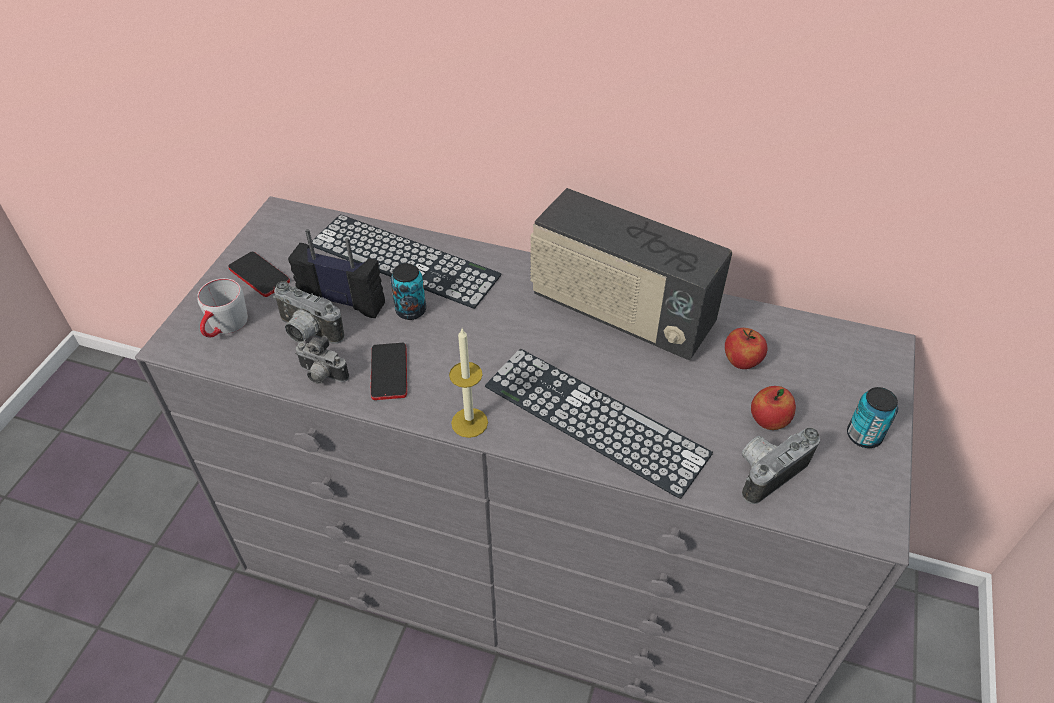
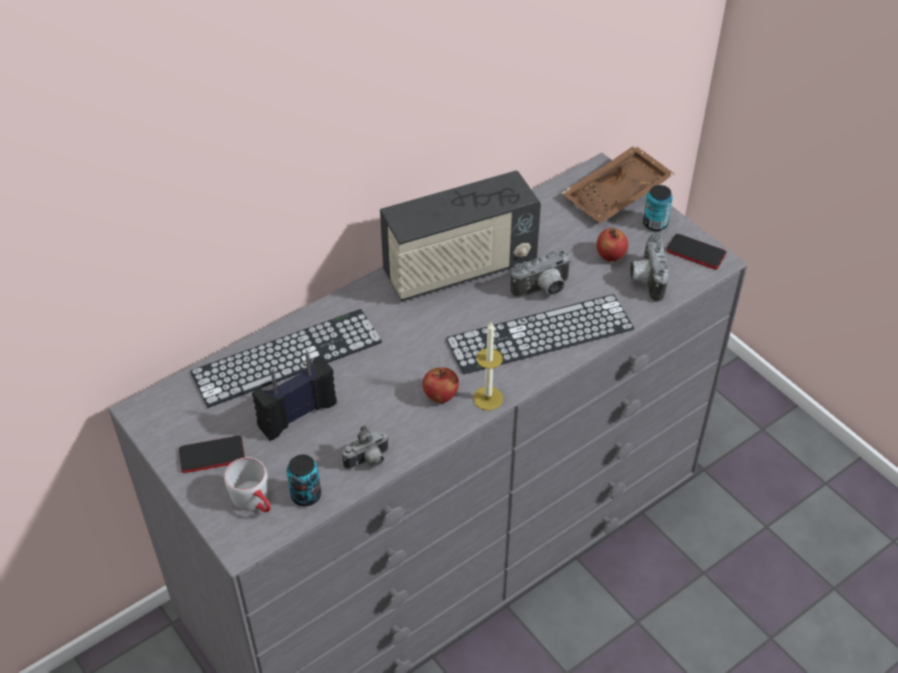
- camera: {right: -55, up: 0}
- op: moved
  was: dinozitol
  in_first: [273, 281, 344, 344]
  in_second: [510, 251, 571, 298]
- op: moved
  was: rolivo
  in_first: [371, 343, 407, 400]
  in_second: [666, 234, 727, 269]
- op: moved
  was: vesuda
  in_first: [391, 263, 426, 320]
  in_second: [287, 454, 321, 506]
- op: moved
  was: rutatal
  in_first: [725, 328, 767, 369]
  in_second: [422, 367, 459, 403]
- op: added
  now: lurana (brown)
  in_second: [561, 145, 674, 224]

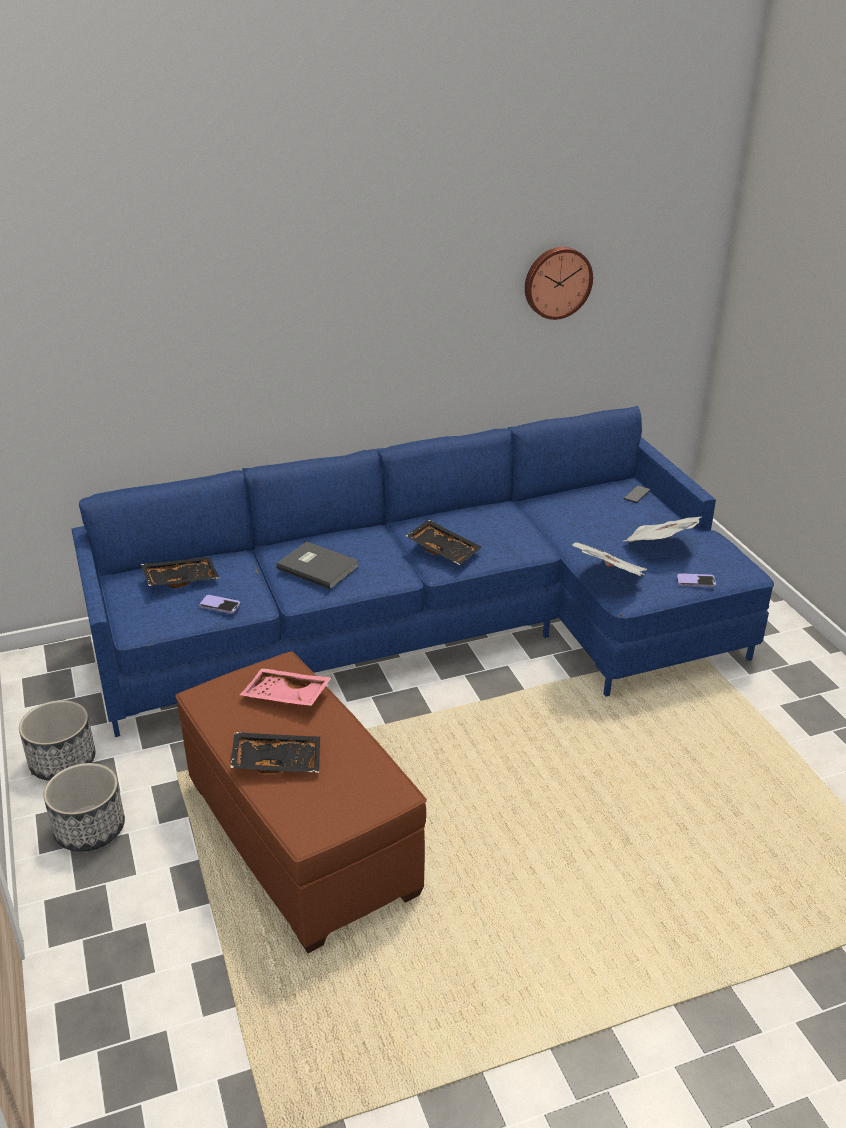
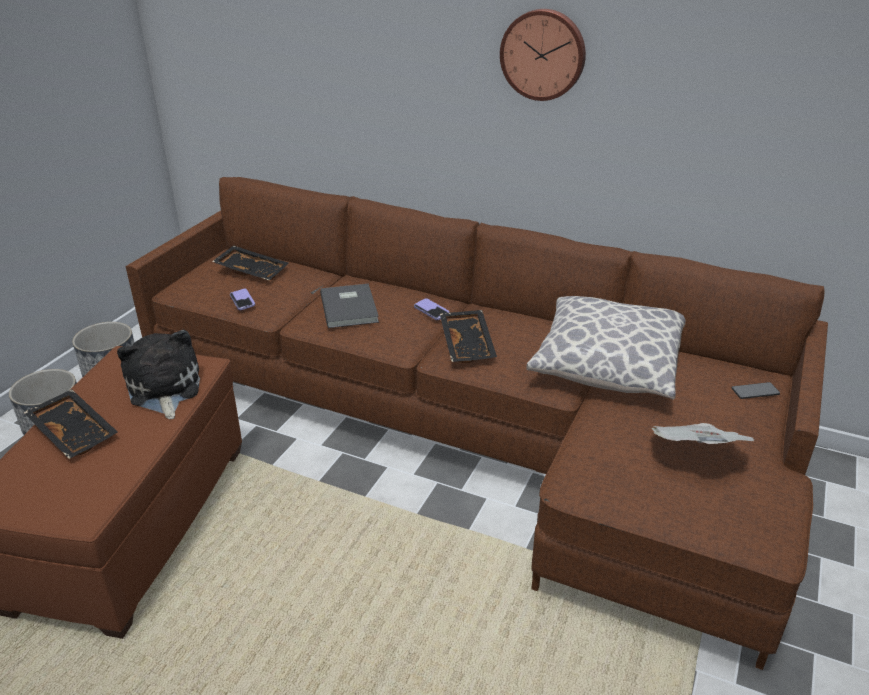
- camera: {right: 45, up: 0}
- op: recoloured
  was: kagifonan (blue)
  now: kagifonan (brown)
  in_first: [72, 406, 774, 737]
  in_second: [126, 177, 828, 670]
- op: replaced
  was: lurana (pink)
  now: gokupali
  in_first: [240, 668, 331, 706]
  in_second: [117, 330, 200, 419]
- op: moved
  was: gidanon
  in_first: [525, 247, 593, 320]
  in_second: [500, 9, 586, 101]
- op: removed
  was: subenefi
  in_first: [573, 542, 647, 576]
- op: moved
  was: rolivo
  in_first: [677, 573, 716, 587]
  in_second: [414, 298, 450, 320]
- op: added
  now: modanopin
  in_second: [526, 296, 686, 400]

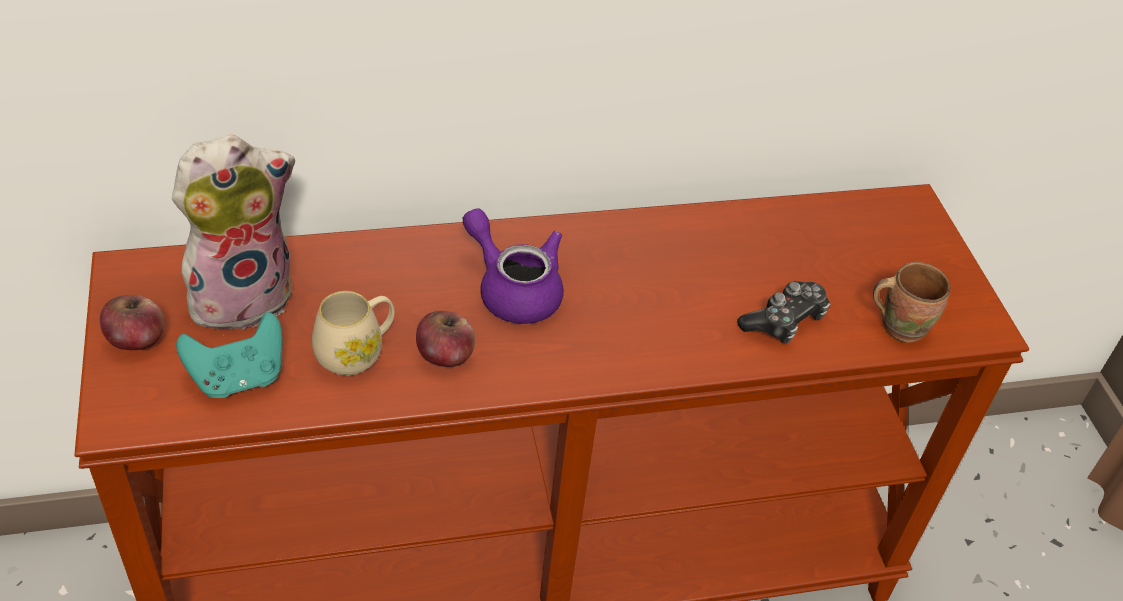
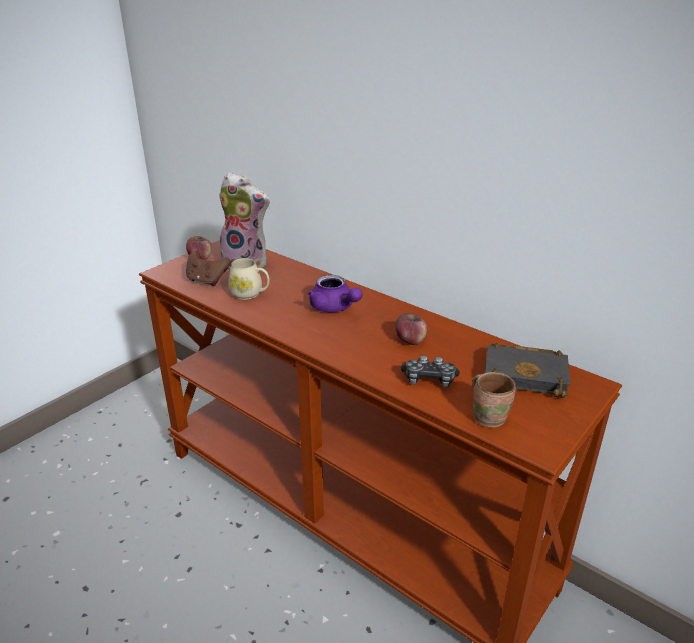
- camera: {right: 55, up: -15}
- op: recoloured
  was: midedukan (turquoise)
  now: midedukan (brown)
  in_first: [176, 312, 283, 398]
  in_second: [186, 250, 230, 286]
- op: moved
  was: rutatal
  in_first: [416, 311, 476, 367]
  in_second: [395, 313, 427, 345]
- op: turned
  was: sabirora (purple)
  in_first: [463, 208, 564, 324]
  in_second: [308, 275, 362, 312]
  clockwise: 135
- op: added
  now: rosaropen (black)
  in_second: [485, 343, 571, 398]

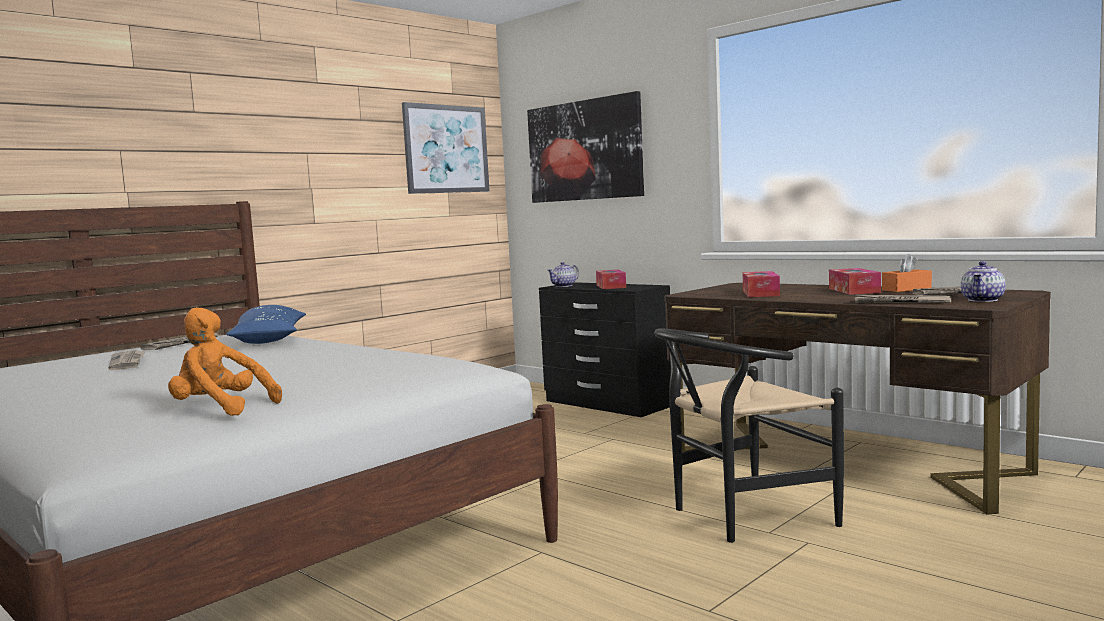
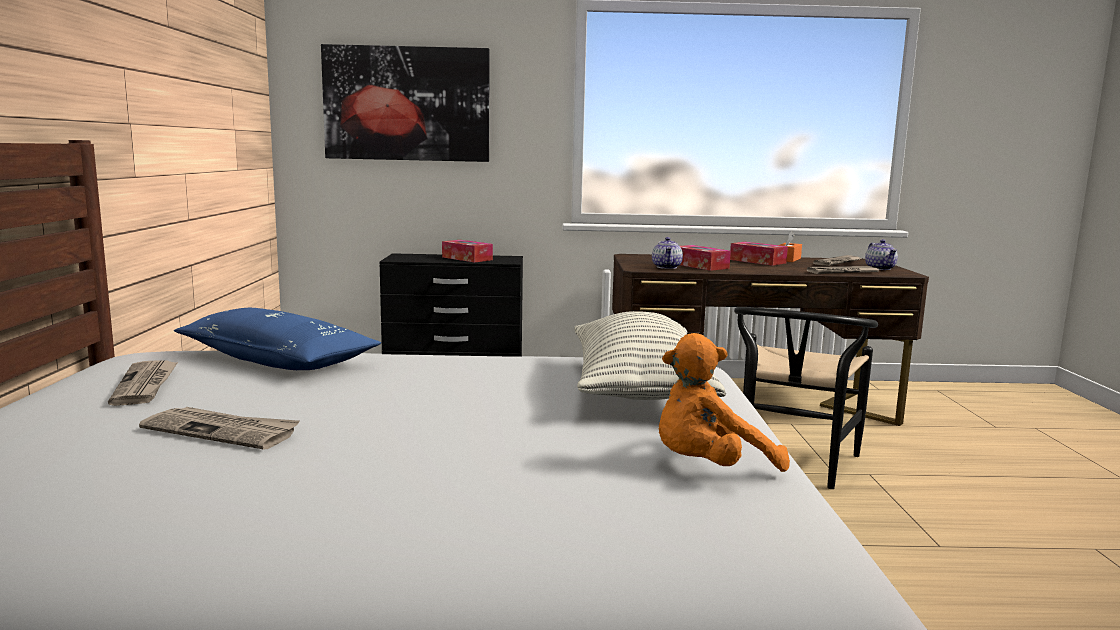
- camera: {right: -45, up: 5}
- op: removed
  was: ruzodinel
  in_first: [402, 102, 490, 194]
- op: moved
  was: sabirora
  in_first: [547, 262, 579, 287]
  in_second: [652, 237, 683, 269]
- op: added
  now: modanopin
  in_second: [574, 311, 726, 400]

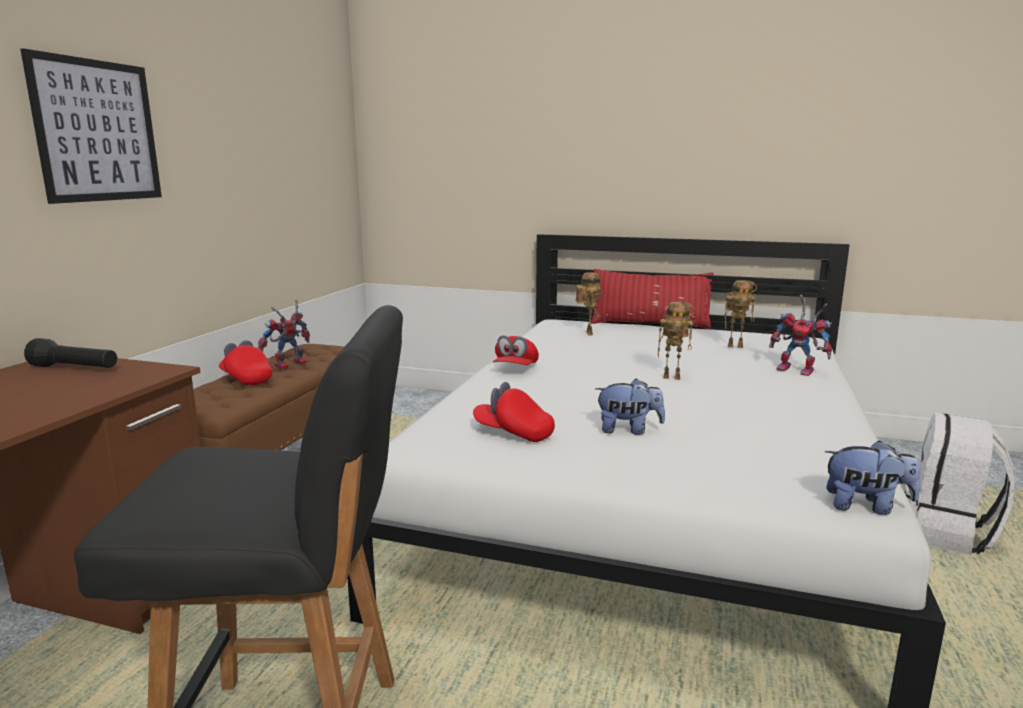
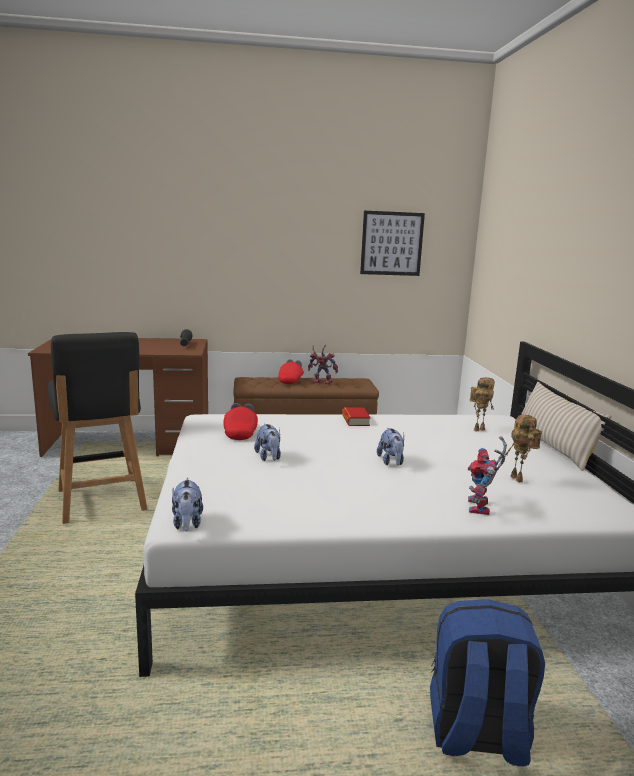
- camera: {right: 65, up: 0}
- op: moved
  was: ruzodinel
  in_first: [20, 48, 162, 204]
  in_second: [360, 211, 425, 276]
- op: replaced
  was: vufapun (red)
  now: rosaropen
  in_first: [493, 335, 539, 365]
  in_second: [342, 407, 371, 426]
- op: recoloured
  was: modanopin (red)
  now: modanopin (beige)
  in_first: [591, 269, 713, 329]
  in_second: [521, 382, 612, 471]
- op: replaced
  was: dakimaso
  now: gokupali
  in_first: [658, 301, 695, 380]
  in_second: [377, 428, 405, 466]
- op: recoloured
  was: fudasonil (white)
  now: fudasonil (blue)
  in_first: [904, 412, 1015, 555]
  in_second: [430, 599, 545, 766]

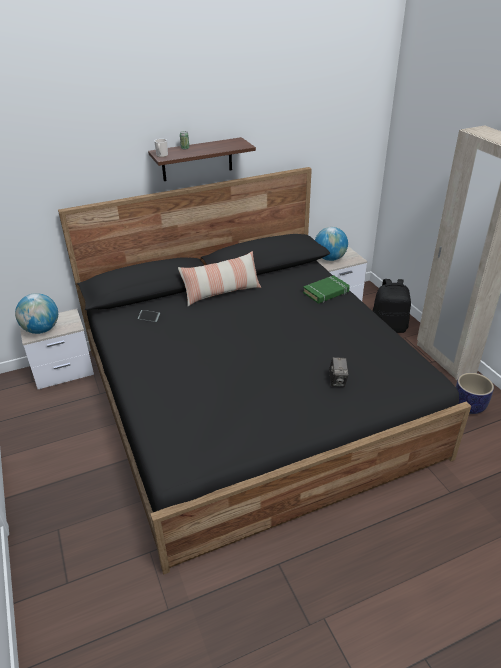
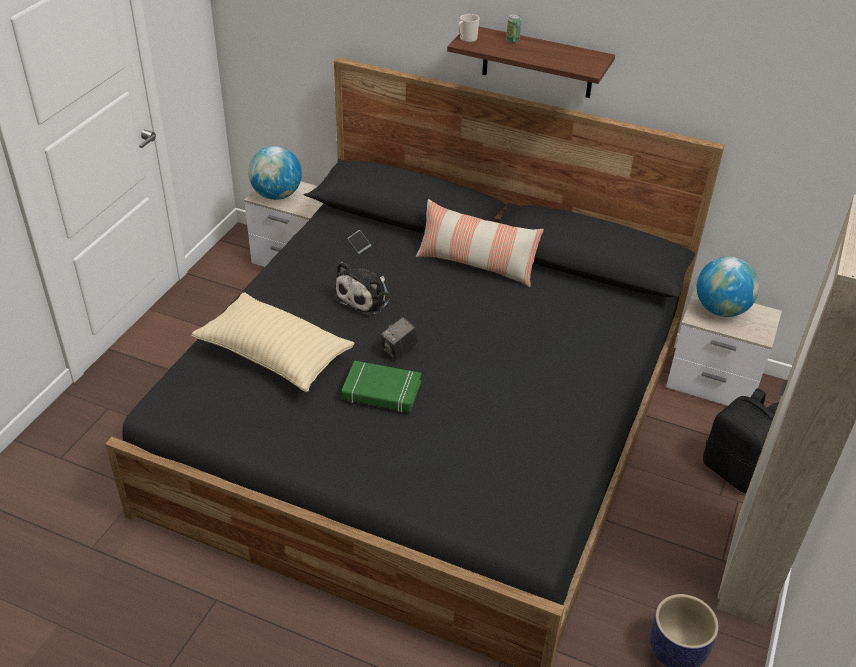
- camera: {right: 45, up: 5}
- op: moved
  was: rosaropen (green)
  in_first: [303, 275, 350, 304]
  in_second: [342, 361, 422, 412]
- op: moved
  was: dinozitol
  in_first: [329, 357, 349, 387]
  in_second: [381, 317, 418, 360]
- op: added
  now: modanopin (beige)
  in_second: [191, 292, 355, 392]
- op: added
  now: gokupali
  in_second: [333, 262, 391, 316]

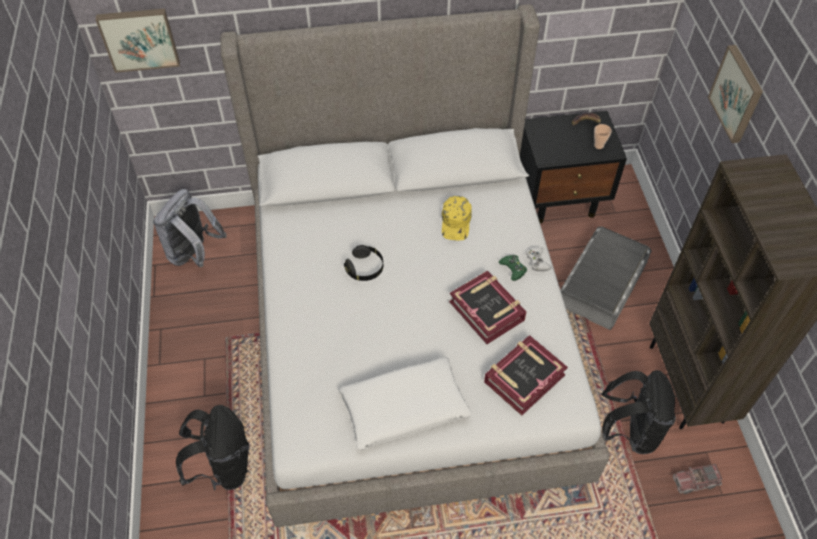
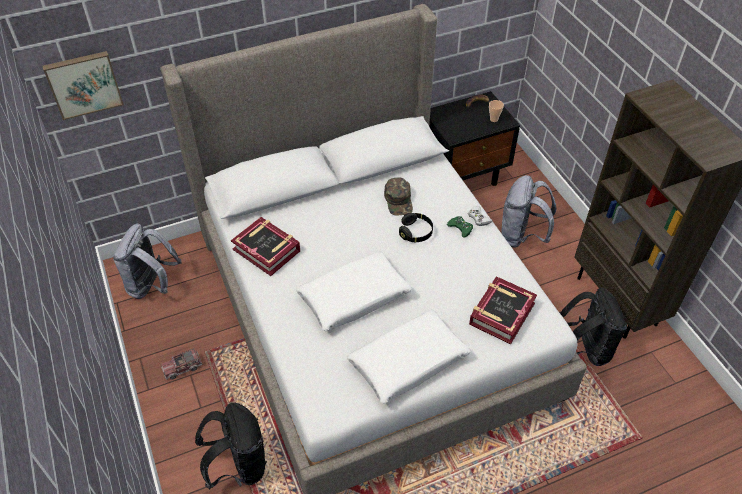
- camera: {right: -15, up: -5}
- op: moved
  was: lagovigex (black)
  in_first: [344, 245, 383, 281]
  in_second: [399, 213, 433, 242]
- op: recoloured
  was: vufapun (yellow)
  now: vufapun (green)
  in_first: [442, 196, 472, 240]
  in_second: [384, 177, 413, 215]
- op: moved
  was: rosaropen
  in_first: [449, 271, 526, 344]
  in_second: [231, 217, 300, 276]
- op: replaced
  was: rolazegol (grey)
  now: fudasonil (grey)
  in_first: [560, 226, 652, 330]
  in_second: [502, 175, 556, 248]
- op: moved
  was: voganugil
  in_first: [673, 464, 722, 494]
  in_second: [161, 348, 203, 380]
- op: removed
  was: ruzodinel
  in_first: [708, 45, 763, 143]
- op: added
  now: modanopin (white)
  in_second: [296, 251, 412, 331]

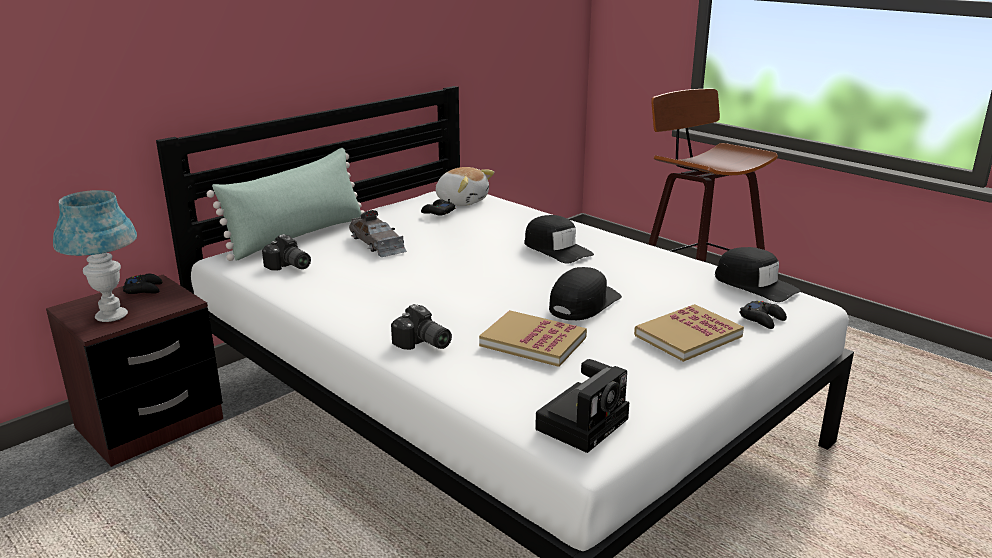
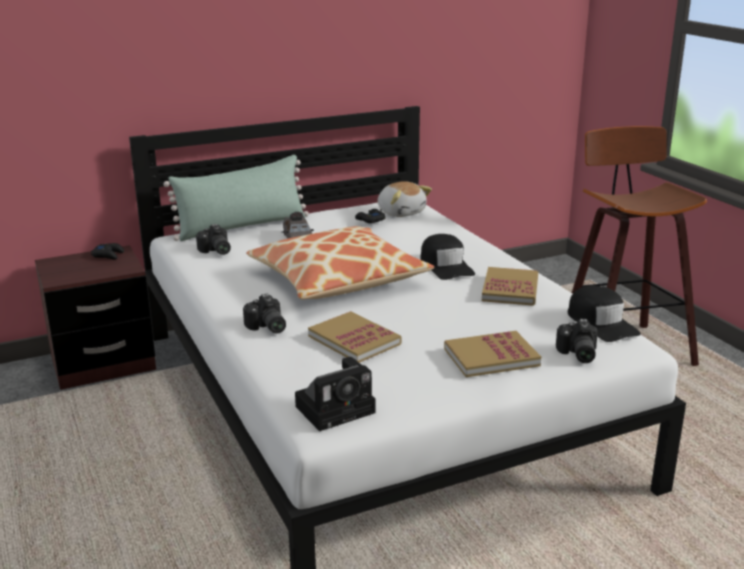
- camera: {right: 20, up: 0}
- op: removed
  was: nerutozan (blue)
  in_first: [53, 190, 137, 322]
- op: removed
  was: vufapun (black)
  in_first: [549, 267, 622, 320]
- op: replaced
  was: midedukan (black)
  now: dinozitol
  in_first: [739, 301, 787, 329]
  in_second: [556, 319, 598, 363]
- op: added
  now: modanopin
  in_second: [246, 226, 434, 299]
- op: added
  now: rosaropen
  in_second: [482, 267, 538, 306]

